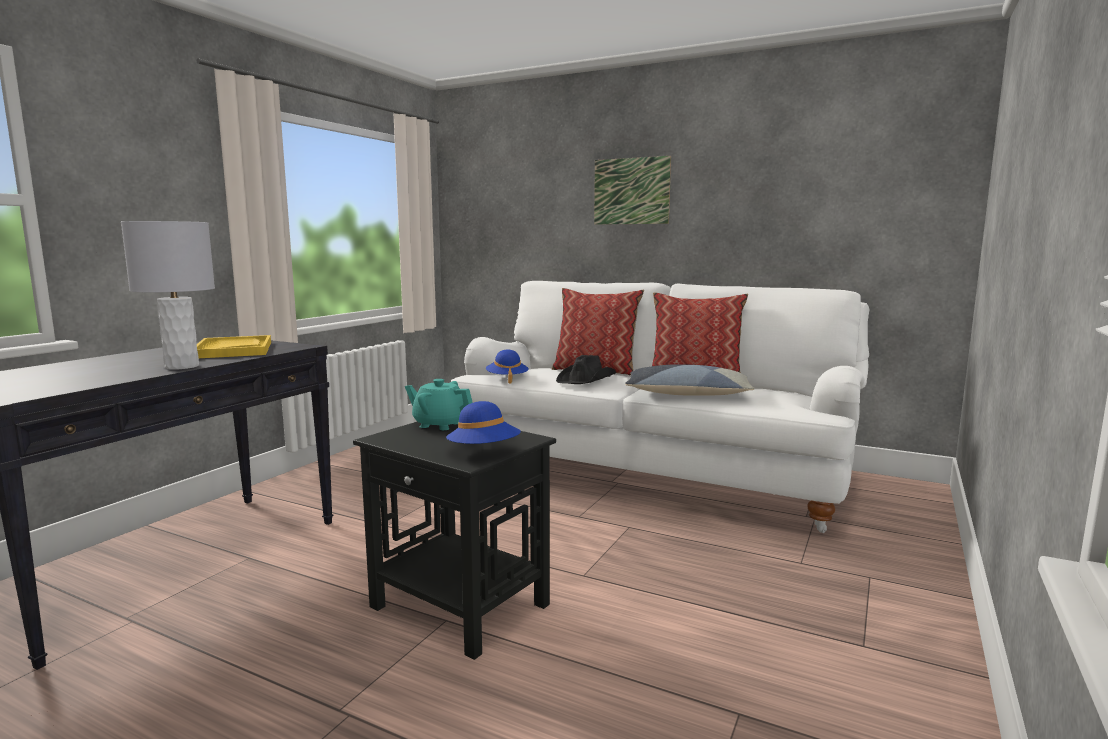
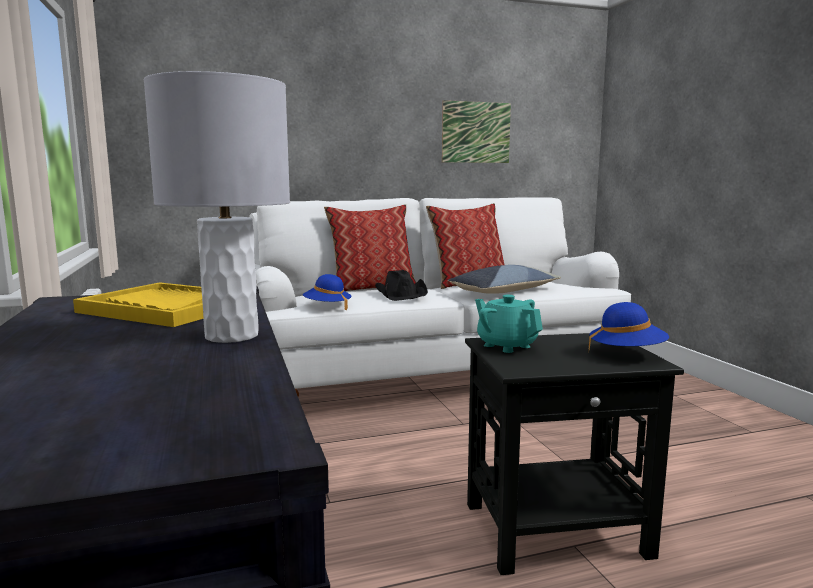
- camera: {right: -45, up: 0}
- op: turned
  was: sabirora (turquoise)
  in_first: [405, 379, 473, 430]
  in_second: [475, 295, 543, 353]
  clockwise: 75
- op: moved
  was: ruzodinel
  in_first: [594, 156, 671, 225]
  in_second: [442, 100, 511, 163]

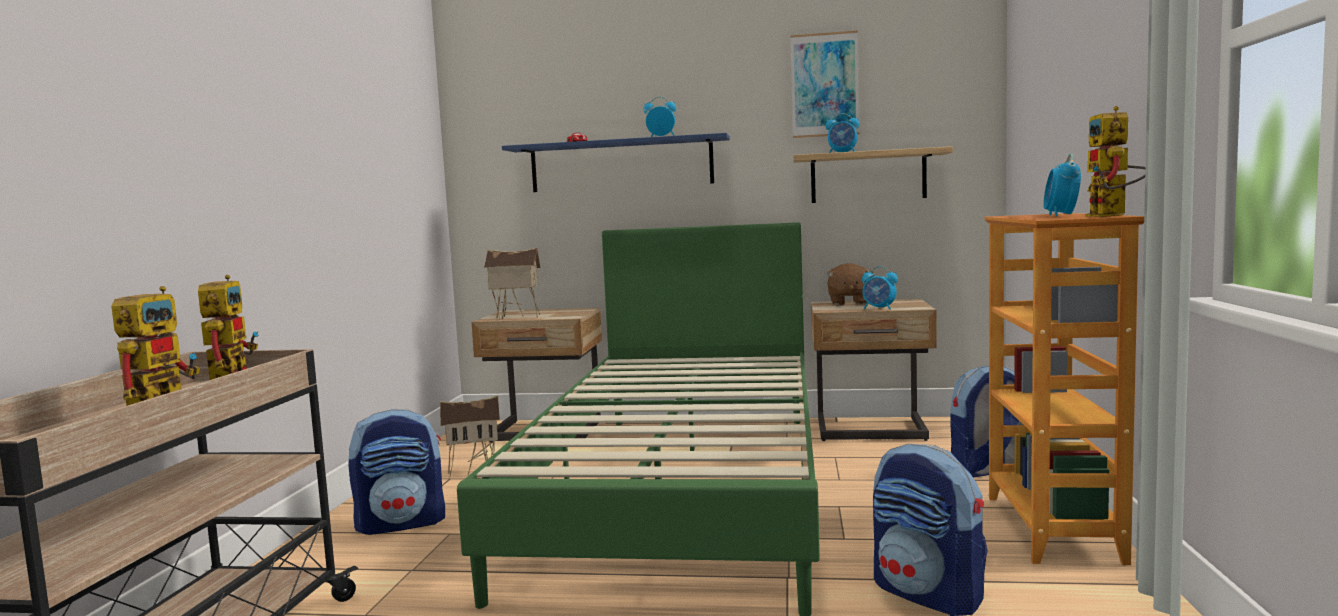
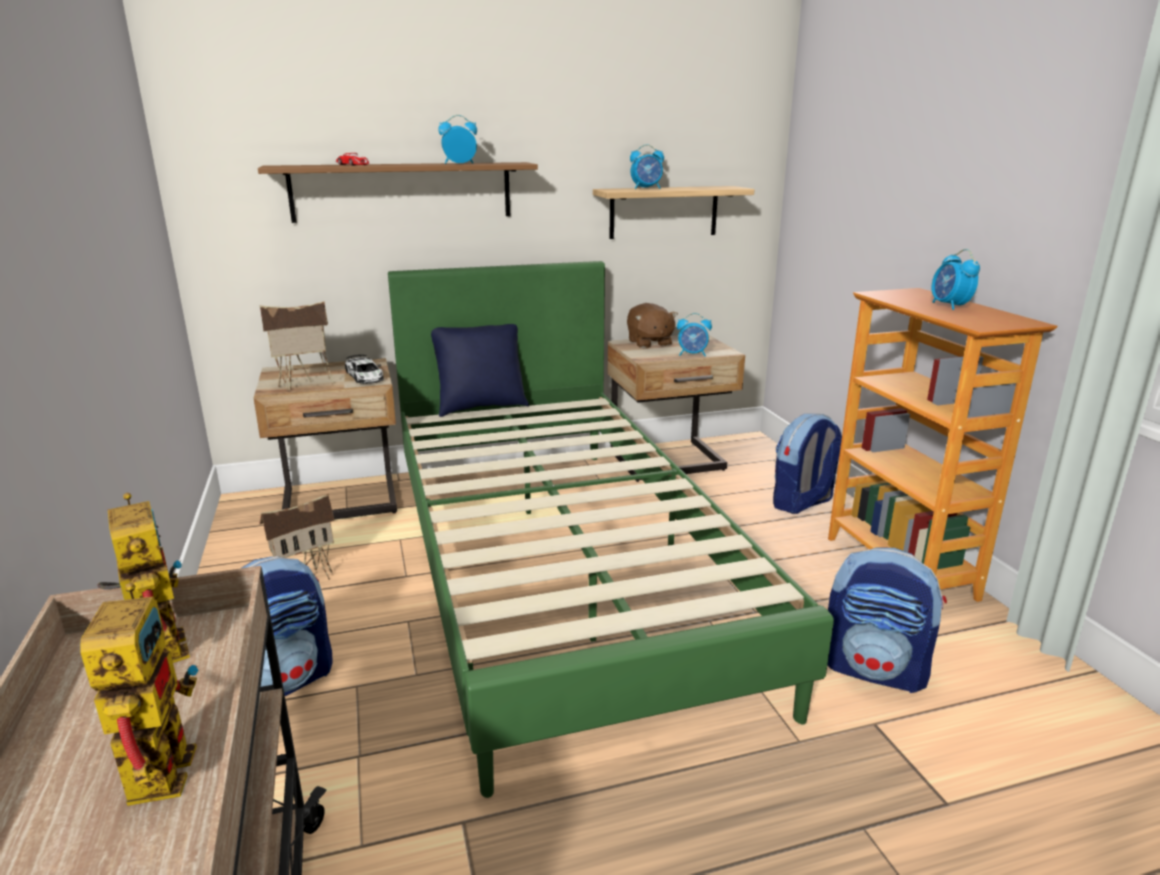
- camera: {right: -25, up: 15}
- op: recoloured
  was: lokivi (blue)
  now: lokivi (brown)
  in_first: [502, 133, 730, 192]
  in_second: [258, 162, 538, 223]
- op: removed
  was: ruzodinel
  in_first: [790, 31, 860, 138]
- op: removed
  was: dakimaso
  in_first: [1085, 106, 1145, 217]
- op: added
  now: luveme
  in_second: [345, 355, 384, 384]
- op: added
  now: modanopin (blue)
  in_second: [431, 324, 529, 417]

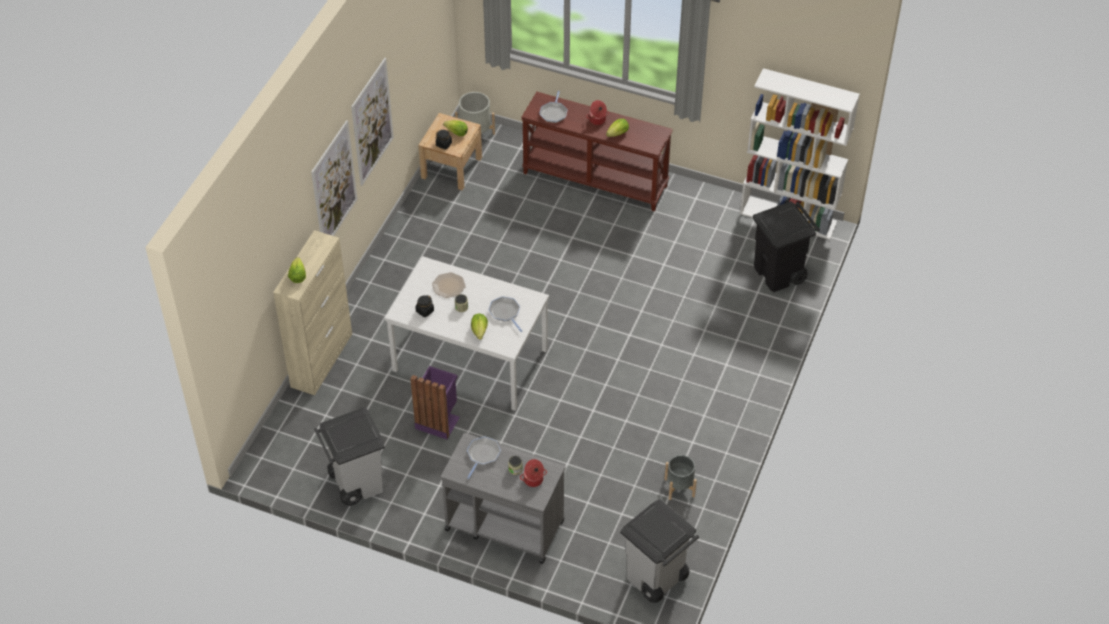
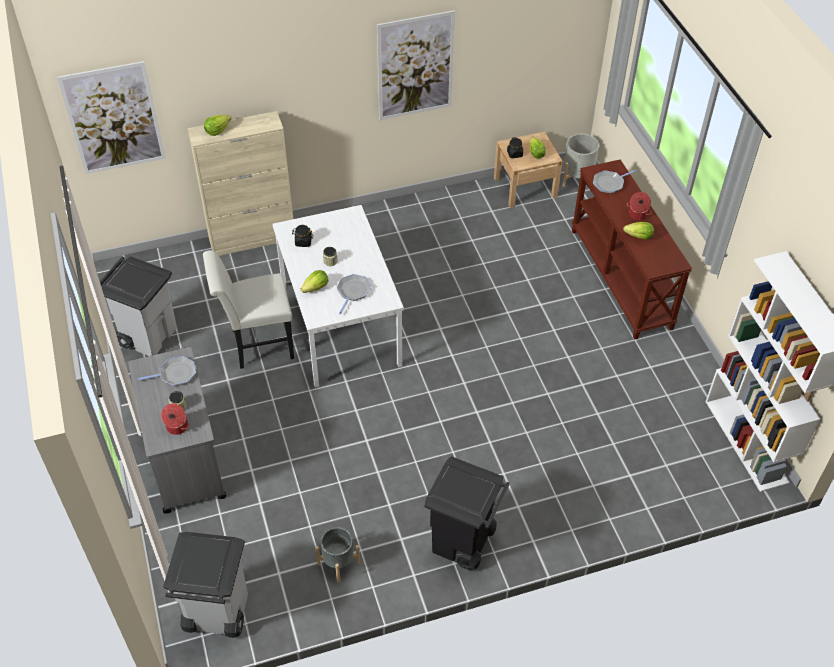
- camera: {right: 50, up: 0}
- op: moved
  was: ruzodinel
  in_first: [311, 120, 357, 236]
  in_second: [57, 61, 165, 174]
- op: replaced
  was: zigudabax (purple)
  now: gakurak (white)
  in_first: [411, 366, 460, 440]
  in_second: [203, 250, 294, 369]
- op: removed
  was: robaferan
  in_first: [432, 272, 466, 298]
- op: moved
  was: zigudabax (black)
  in_first: [753, 201, 820, 292]
  in_second: [425, 456, 510, 570]

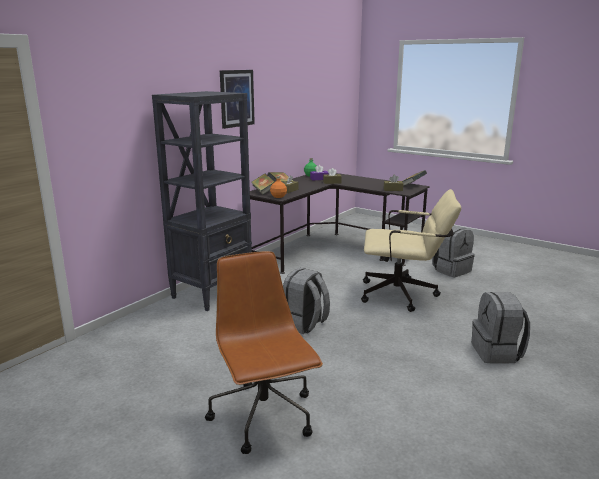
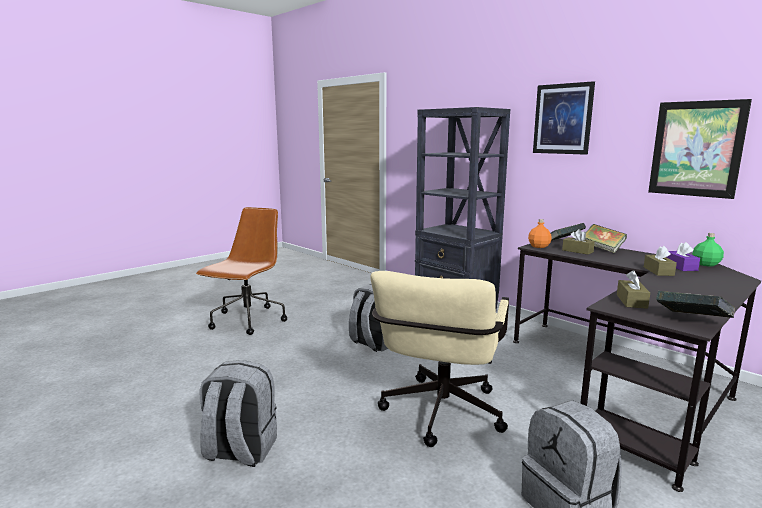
- camera: {right: 100, up: -5}
- op: turned
  was: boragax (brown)
  in_first: [205, 251, 323, 454]
  in_second: [196, 207, 287, 335]
  clockwise: -60
- op: added
  now: ruzodinel
  in_second: [648, 99, 752, 199]

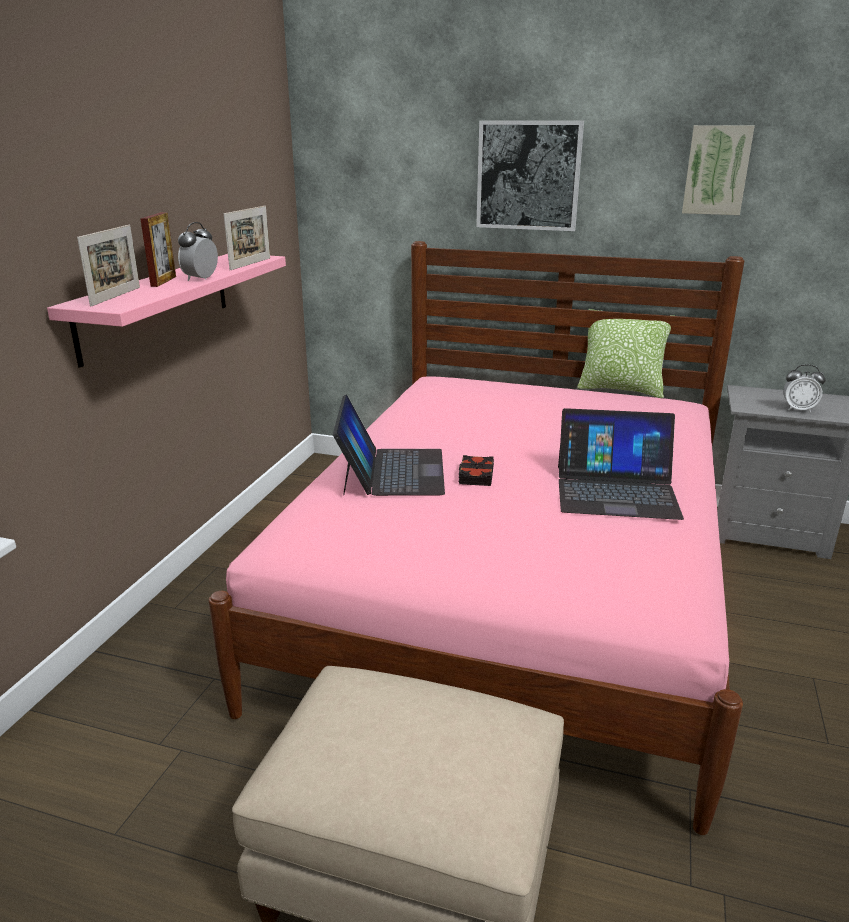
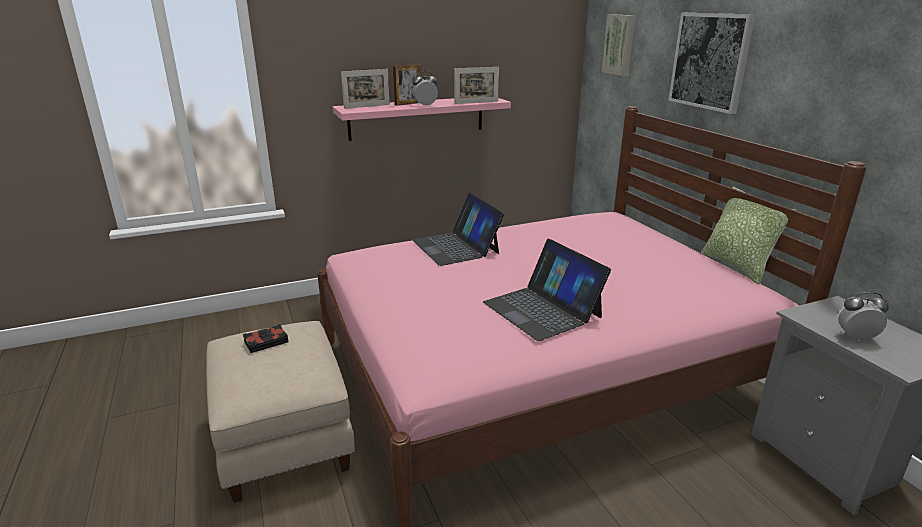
- camera: {right: 50, up: 0}
- op: turned
  was: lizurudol
  in_first: [333, 394, 445, 496]
  in_second: [412, 192, 504, 266]
  clockwise: 105
- op: moved
  was: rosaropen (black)
  in_first: [459, 455, 494, 486]
  in_second: [243, 324, 288, 353]
- op: moved
  was: ruzodinel
  in_first: [682, 125, 755, 215]
  in_second: [602, 14, 636, 76]
- op: turned
  was: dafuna
  in_first: [783, 365, 825, 413]
  in_second: [838, 292, 889, 341]
  clockwise: 120

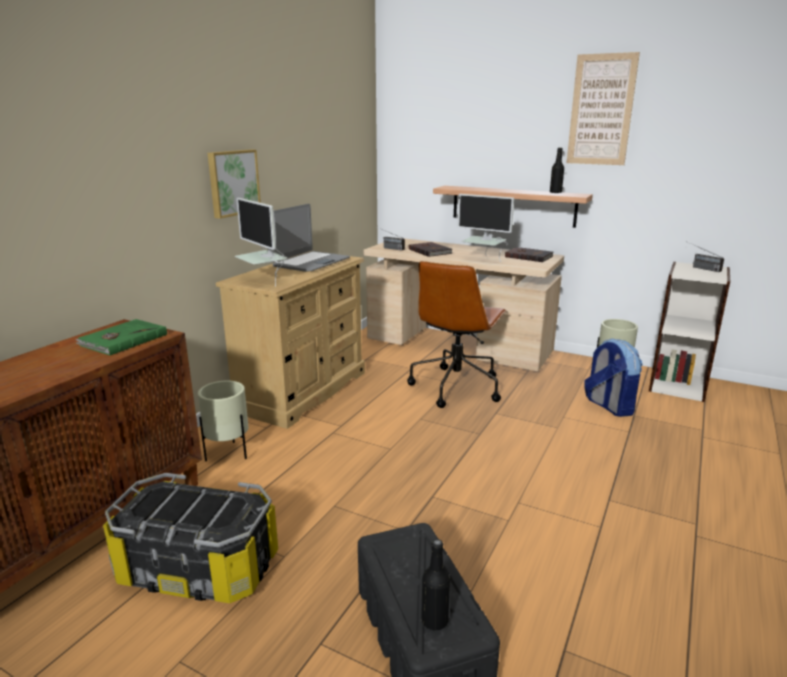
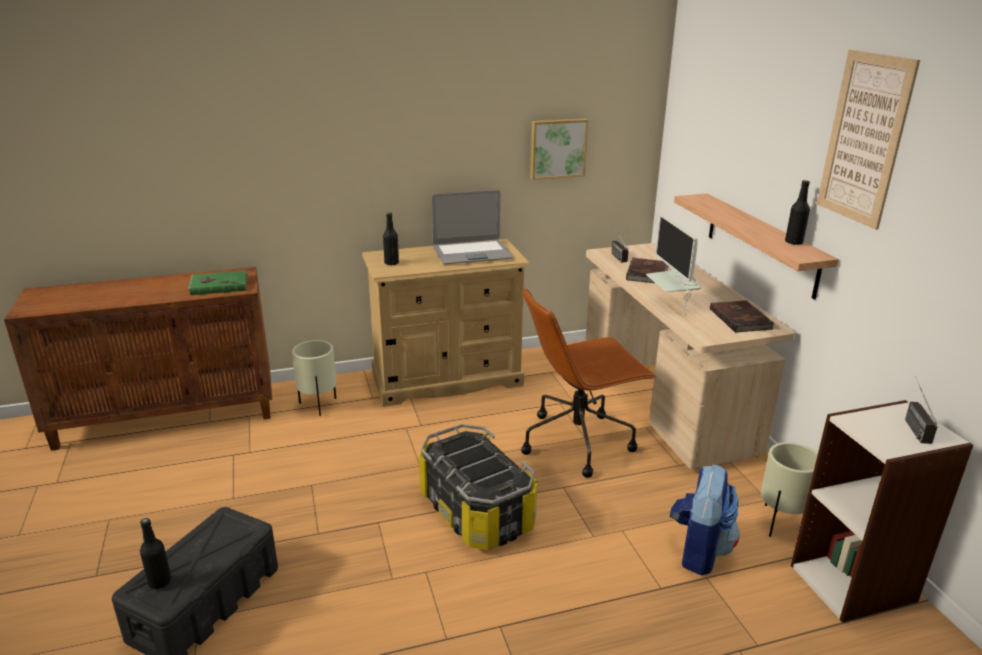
- camera: {right: 45, up: 5}
- op: moved
  was: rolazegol
  in_first: [103, 473, 278, 603]
  in_second: [419, 424, 537, 550]
- op: moved
  was: ruzodinel
  in_first: [207, 150, 261, 219]
  in_second: [530, 118, 588, 180]
- op: replaced
  was: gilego
  now: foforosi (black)
  in_first: [235, 198, 287, 286]
  in_second: [383, 212, 399, 265]

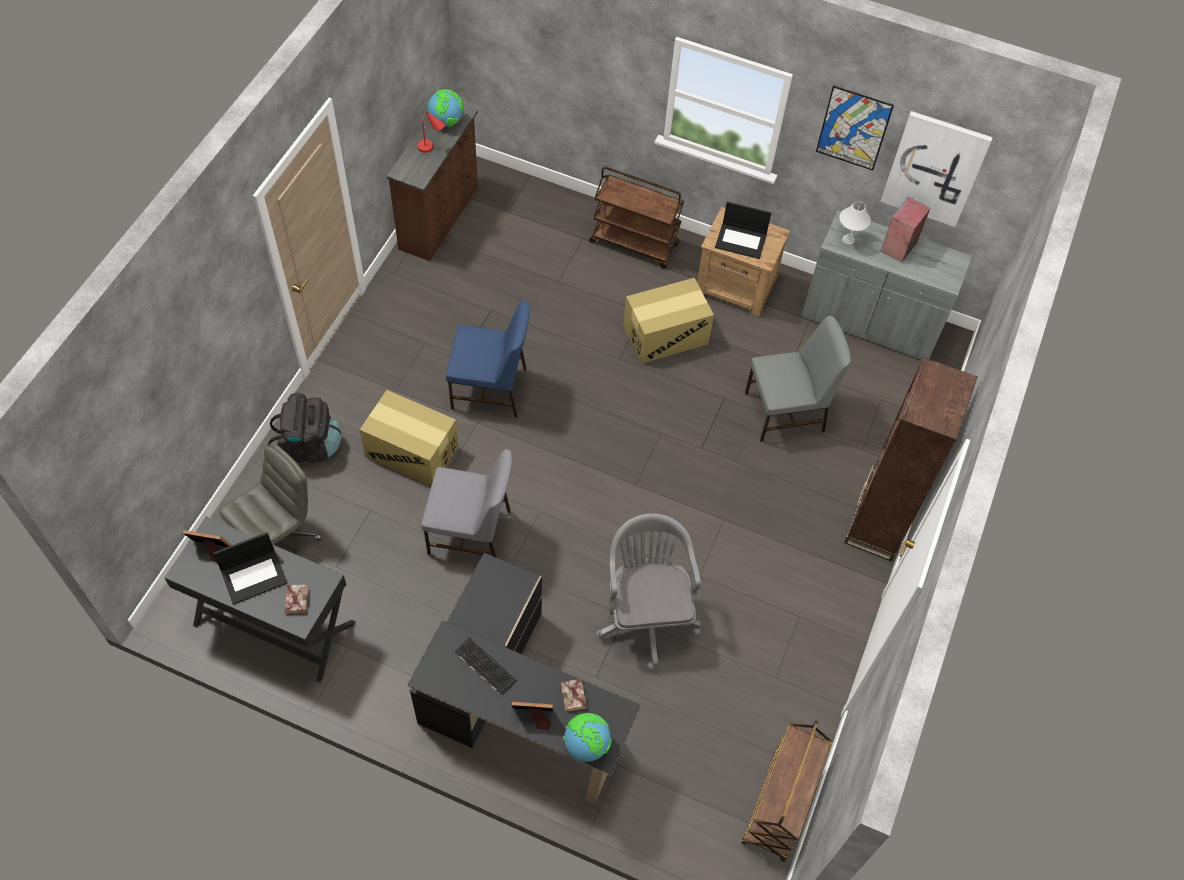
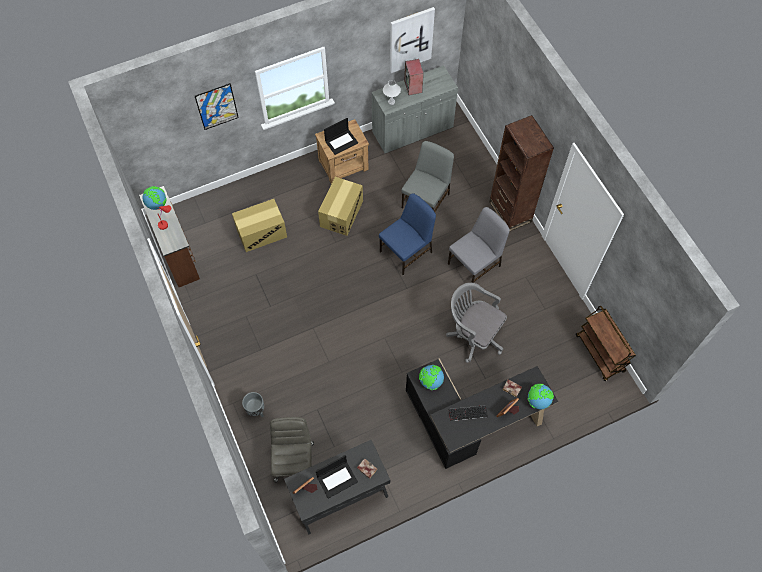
- camera: {right: -45, up: 5}
- op: turned
  was: lizurudol
  in_first: [213, 532, 287, 605]
  in_second: [316, 455, 358, 499]
  clockwise: 45
- op: replaced
  was: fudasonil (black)
  now: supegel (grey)
  in_first: [268, 393, 342, 463]
  in_second: [242, 392, 264, 417]
- op: moved
  was: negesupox
  in_first: [360, 390, 459, 486]
  in_second: [232, 199, 287, 252]
- op: moved
  was: gakurak (grey)
  in_first: [421, 449, 512, 558]
  in_second: [448, 207, 510, 283]
- op: moved
  was: gakurak (blue)
  in_first: [446, 300, 530, 418]
  in_second: [379, 193, 436, 275]
- op: removed
  was: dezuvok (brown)
  in_first: [589, 166, 684, 269]
- op: moved
  was: ruzodinel
  in_first: [816, 85, 894, 171]
  in_second: [195, 83, 239, 130]
- op: added
  now: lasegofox
  in_second: [419, 365, 444, 390]

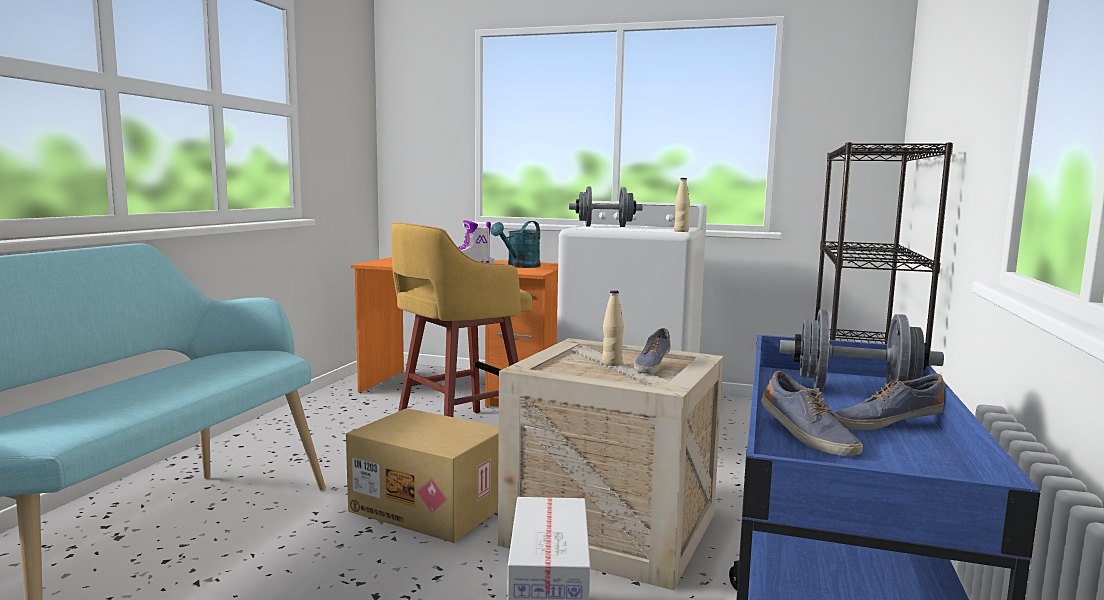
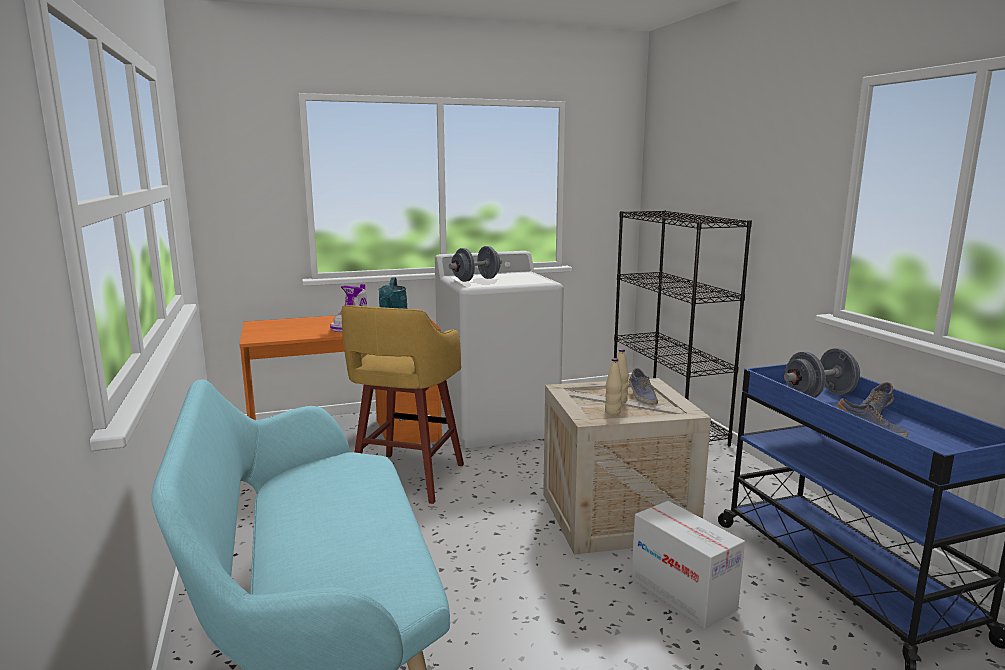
- camera: {right: -35, up: 5}
- op: removed
  was: negesupox
  in_first: [346, 408, 499, 543]
- op: moved
  was: foforosi (beige)
  in_first: [674, 178, 690, 232]
  in_second: [605, 358, 622, 415]

